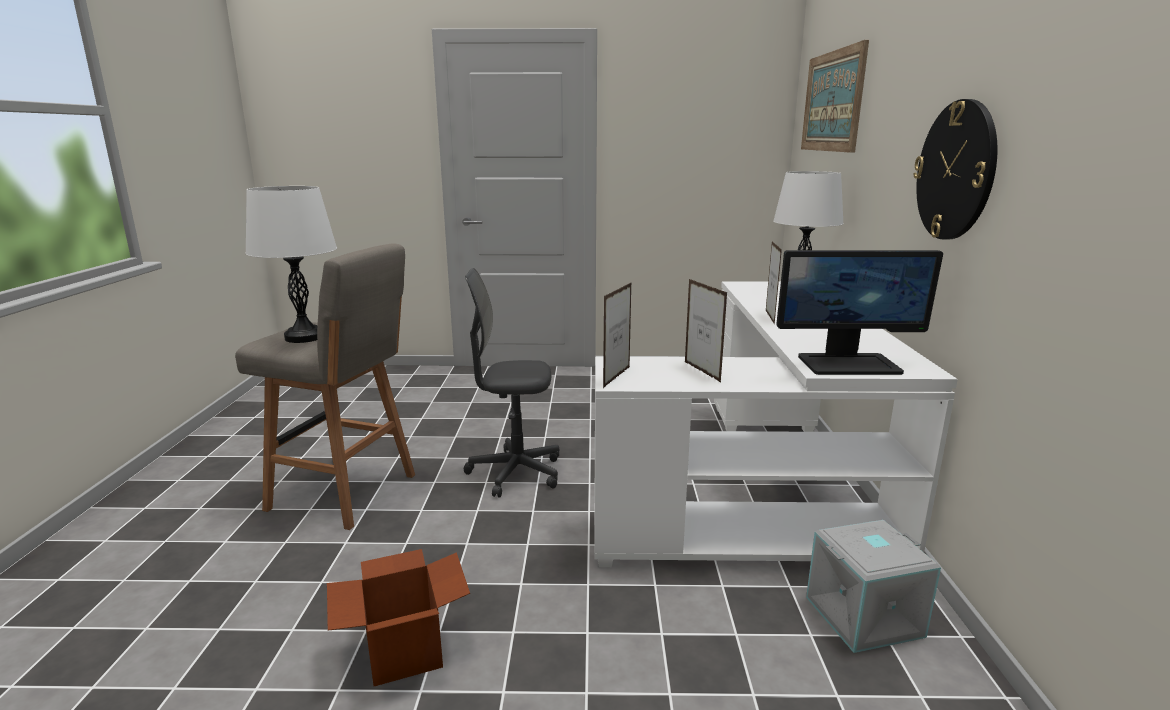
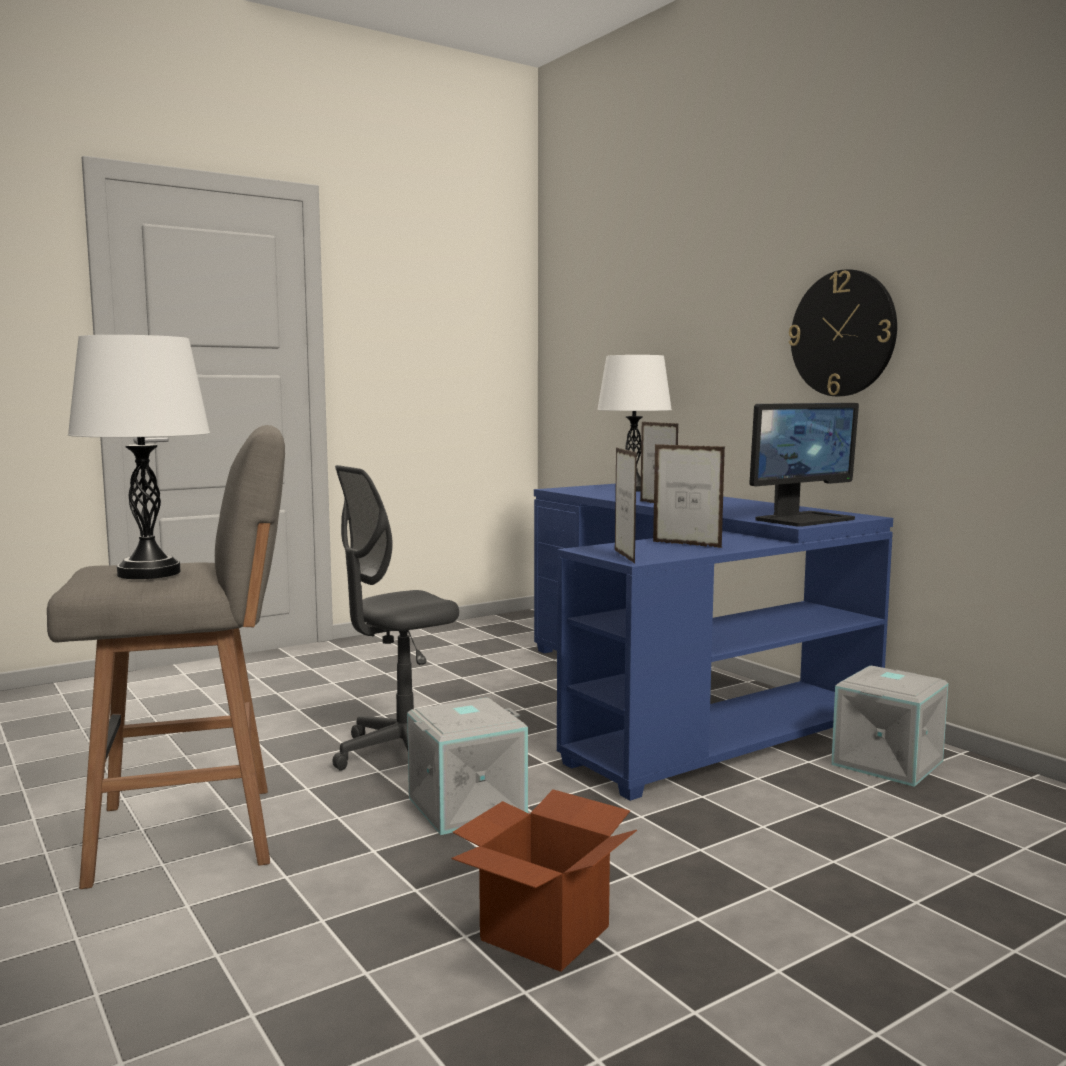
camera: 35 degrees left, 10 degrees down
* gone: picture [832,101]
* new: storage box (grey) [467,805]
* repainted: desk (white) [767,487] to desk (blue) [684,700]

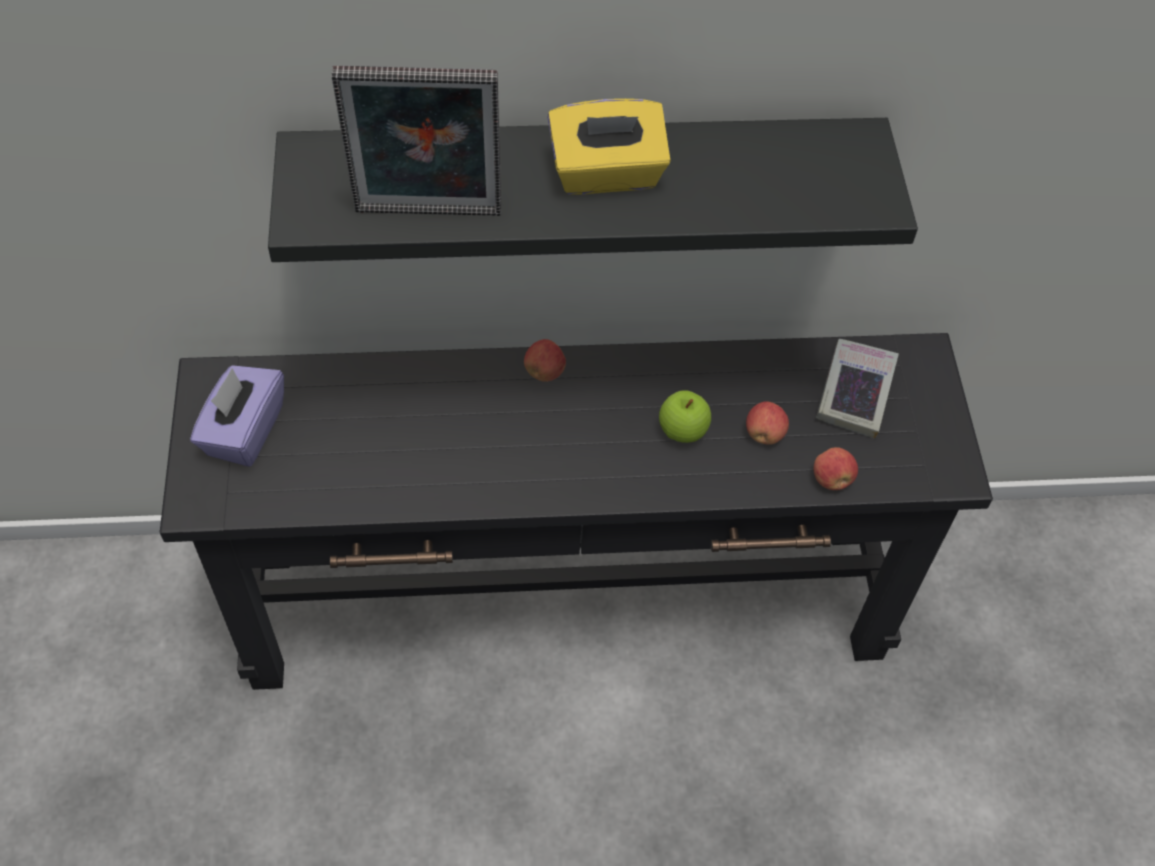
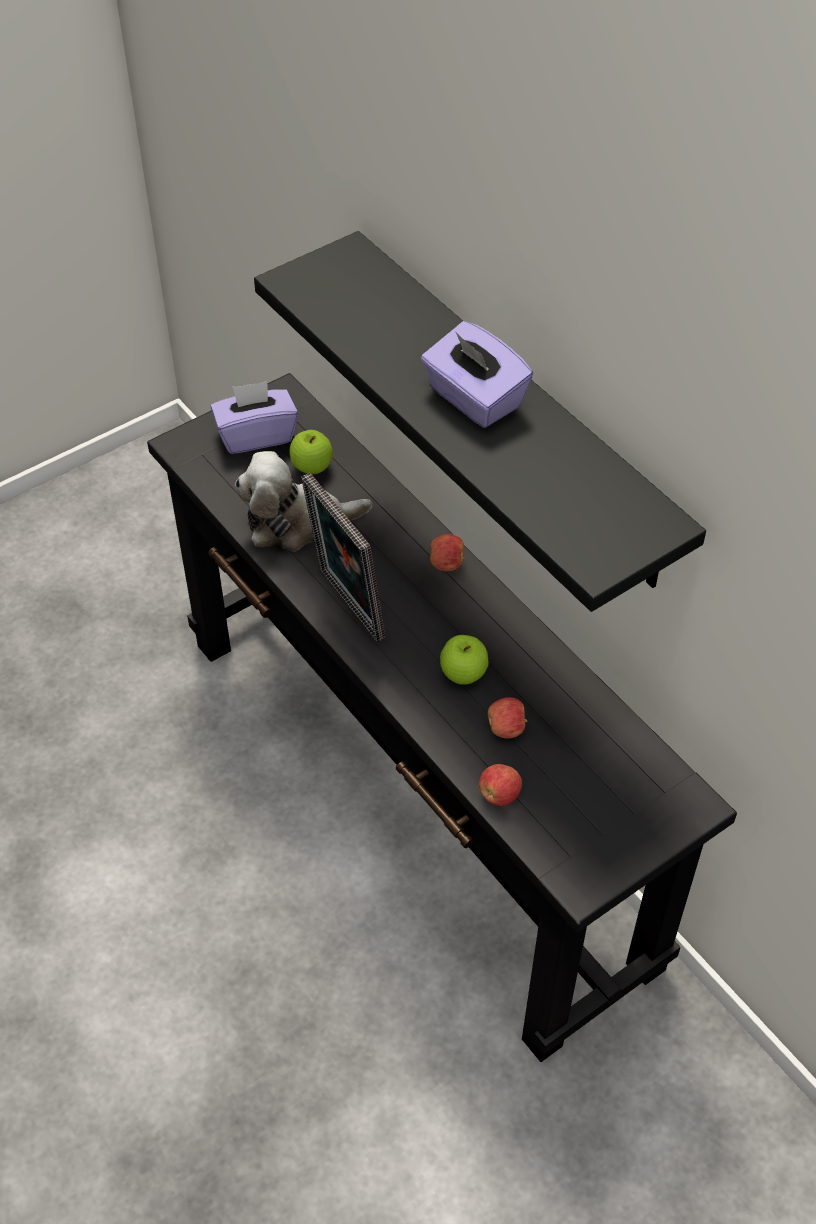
camera: 60 degrees right, 5 degrees down
* gone: book [855,392]
* new: plush toy [297,522]
* new: apple [312,467]
* shifted: picture frame [427,216] to [346,607]
* repainted: tissue box (yellow) [607,174] to tissue box (purple) [474,399]

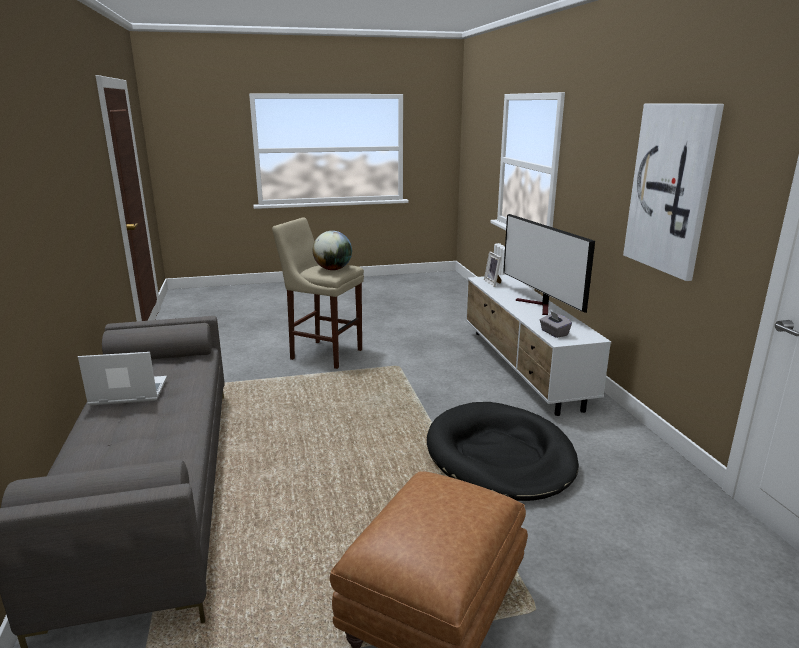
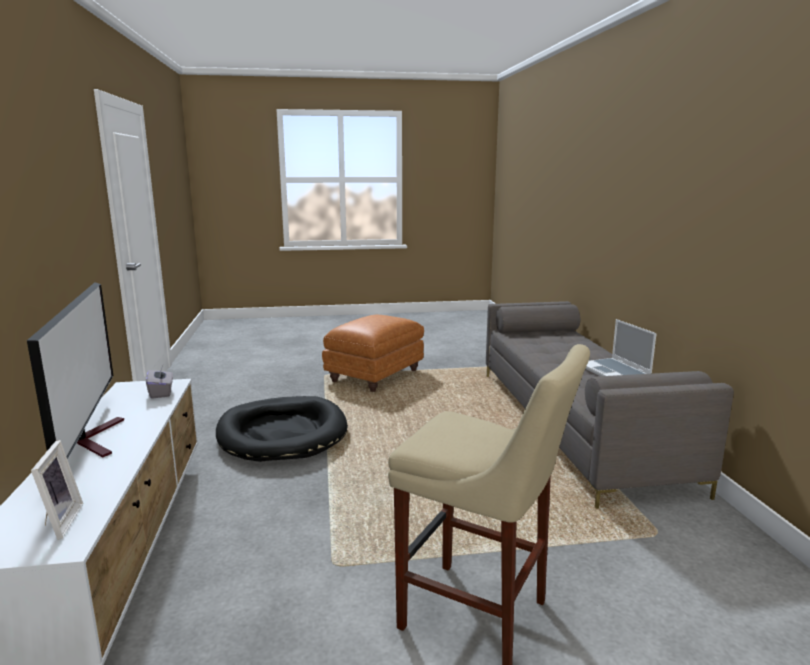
camera: 175 degrees left, 5 degrees down
* gone: globe [333,269]
* gone: picture [671,189]
* rotated: laptop [127,393] = [615,372] 75 degrees clockwise

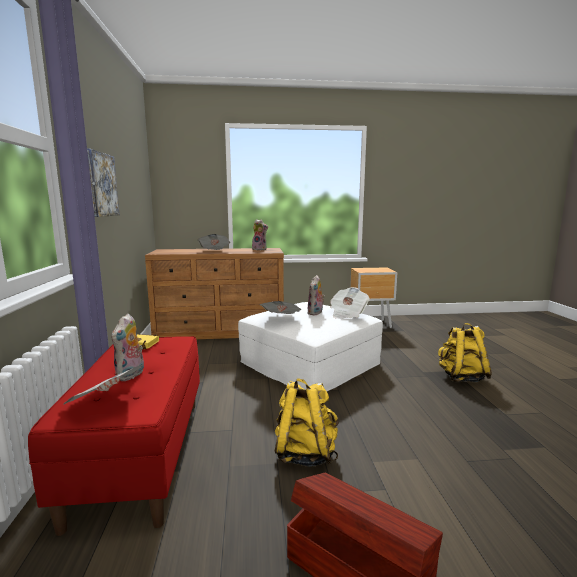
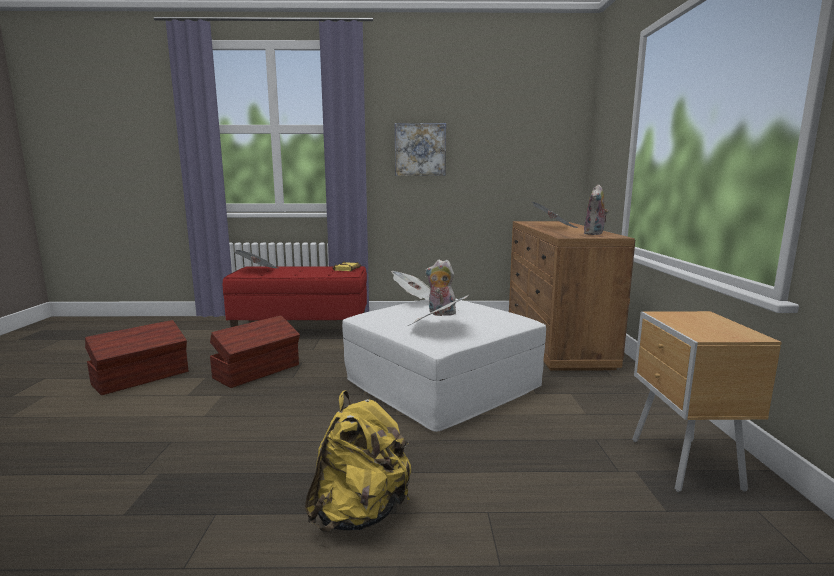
camera: 95 degrees right, 0 degrees up
* gone: plush toy [131,375]
* swapped: backpack (yellow) [305,454] to storage box (brown) [258,371]

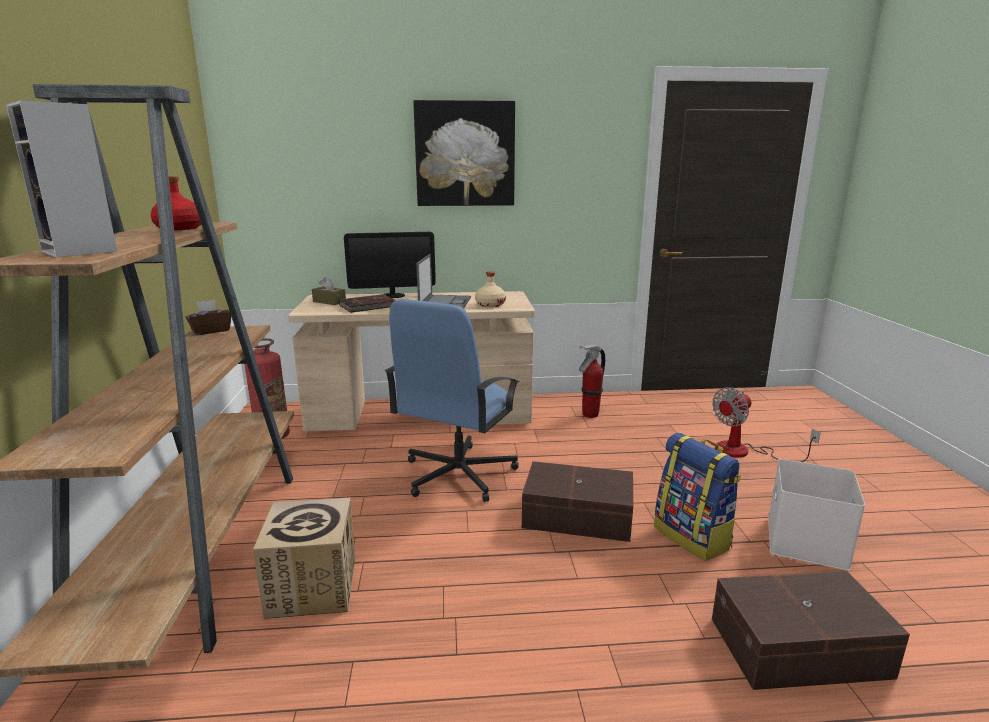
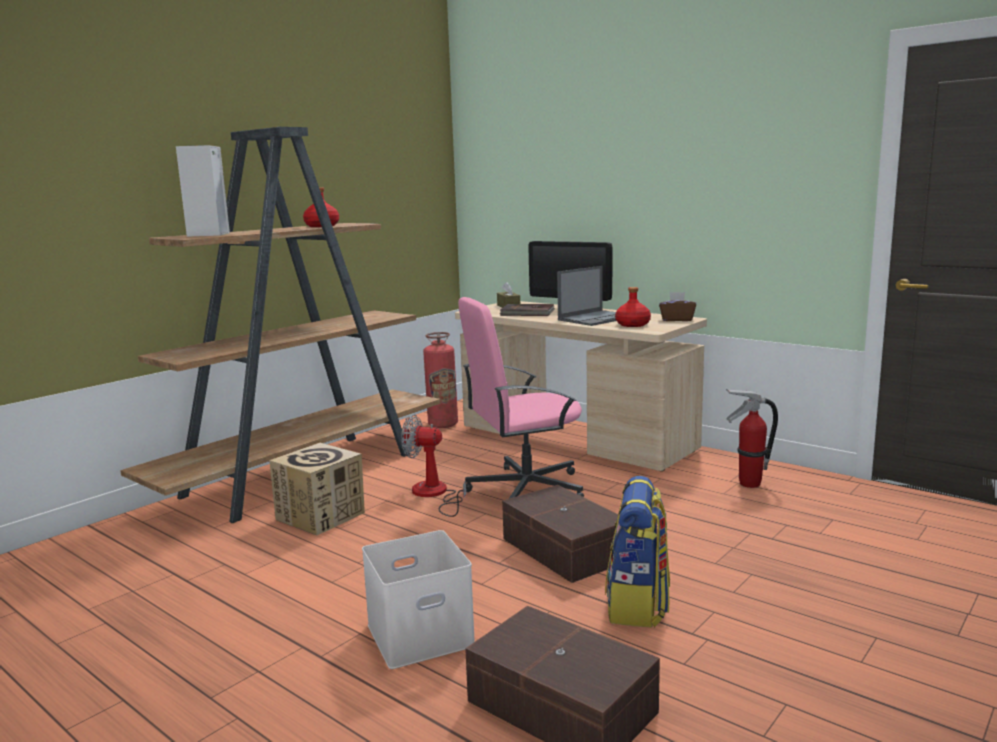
camera: 45 degrees right, 5 degrees down
* gone: picture [465,154]
* shifted: tissue box (brown) [211,331] to [676,319]
* shifted: fan [744,452] to [434,495]
* shifted: storage box (white) [808,543] to [418,636]
* repainted: office chair (blue) [457,474] to office chair (pink) [524,489]
* repainted: bottle (beige) [490,304] to bottle (red) [632,324]

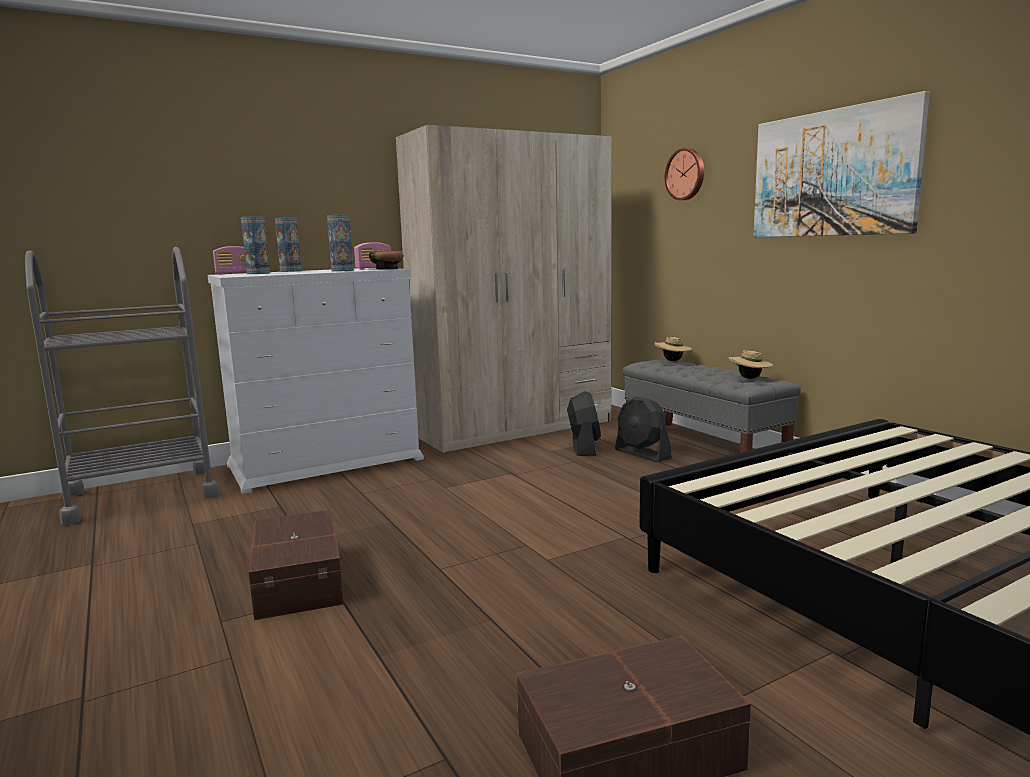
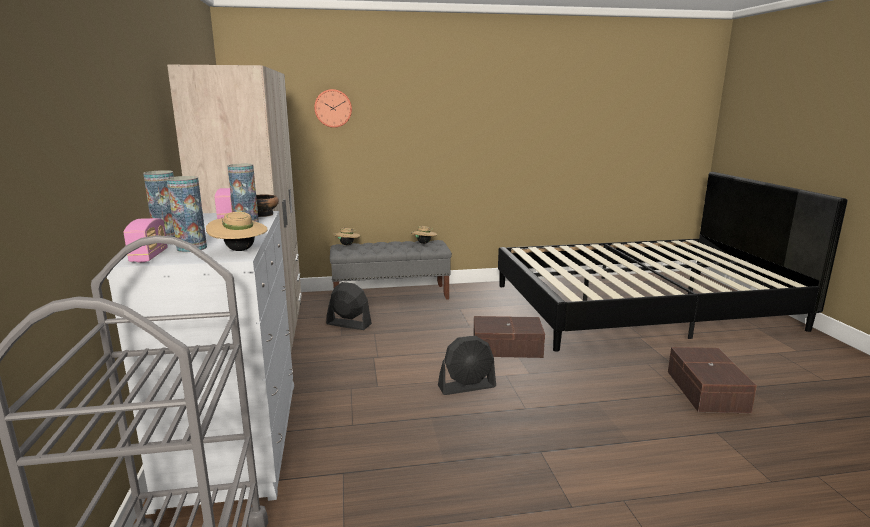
camera: 70 degrees left, 5 degrees up
* gone: picture [832,173]
* new: hat (beige) [239,250]
* shifted: storage box (brown) [301,580] to [506,347]
* shifted: fan (black) [642,454] to [467,386]

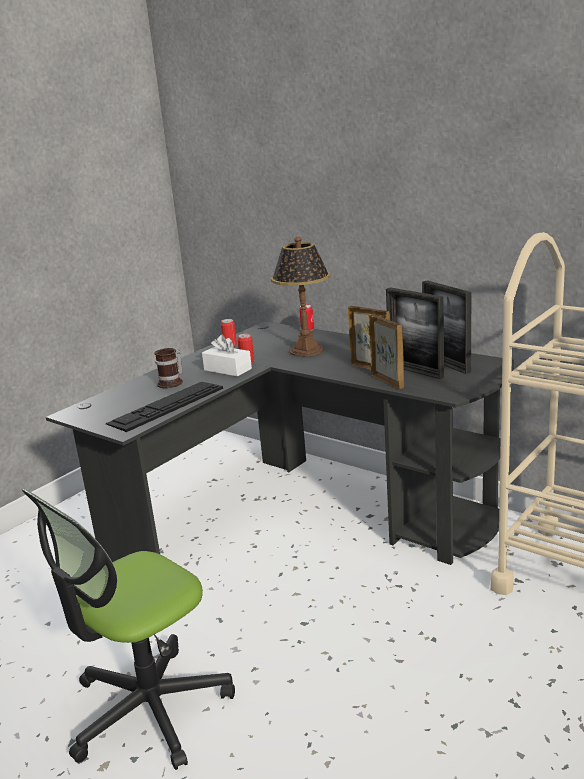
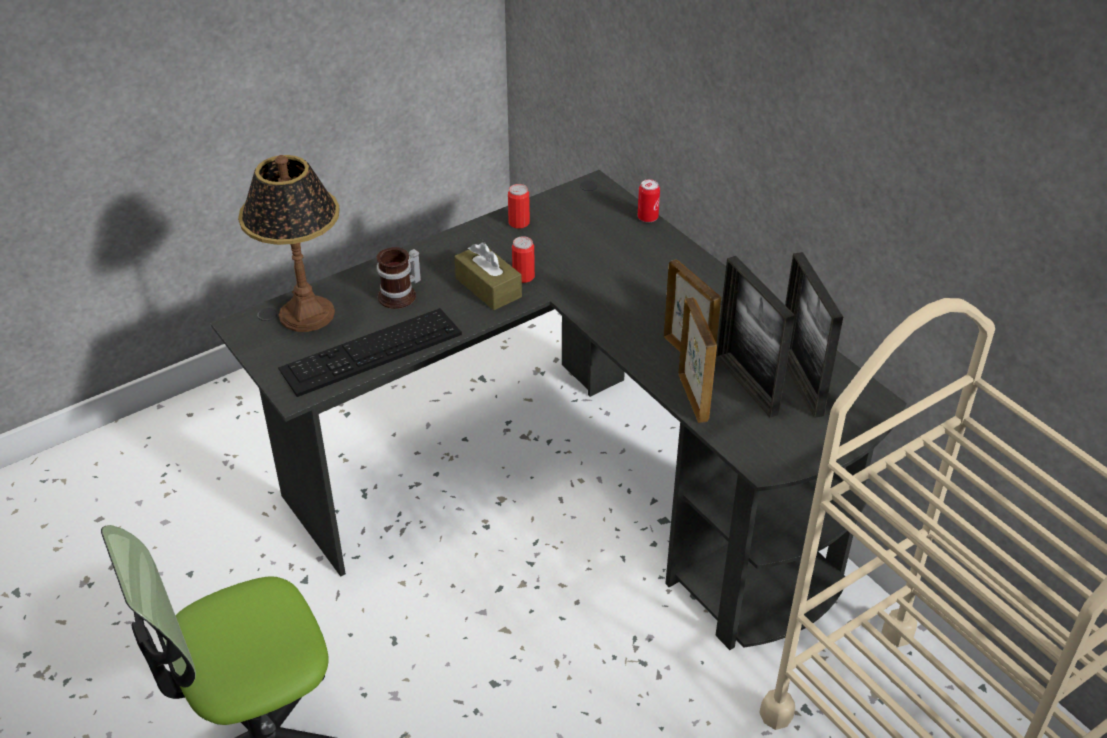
camera: 15 degrees right, 20 degrees up
* shifted: table lamp [306,350] to [306,314]
* repainted: tissue box (white) [227,369] to tissue box (brown) [488,287]

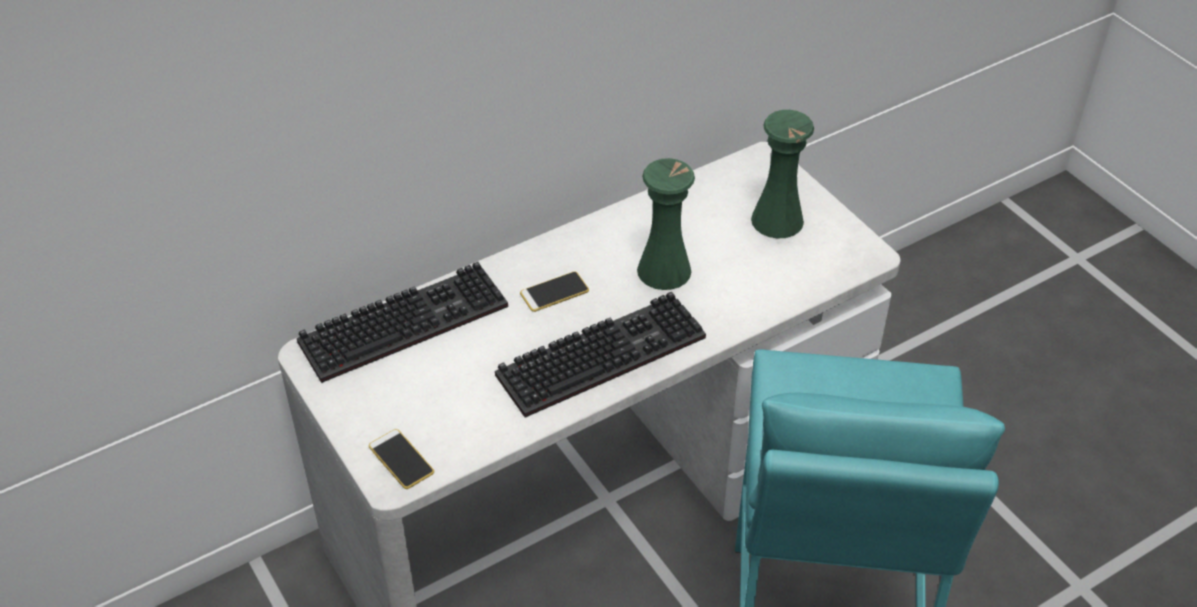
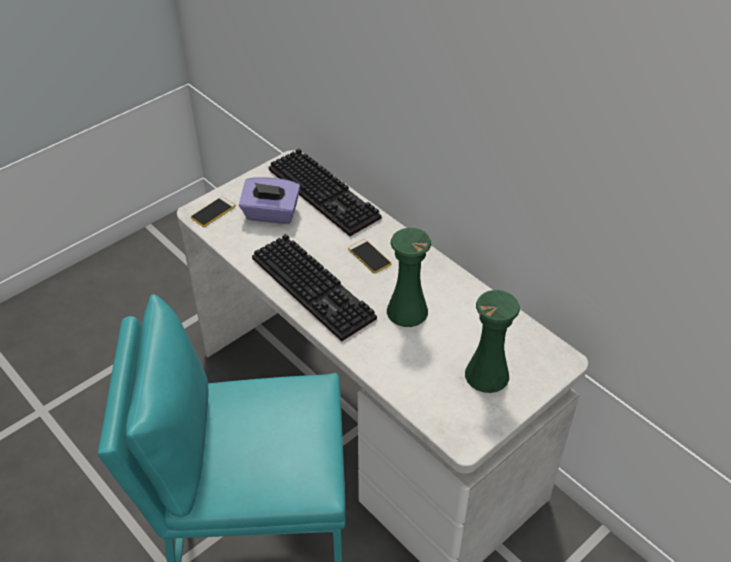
camera: 80 degrees right, 0 degrees up
* new: tissue box (purple) [271,214]

